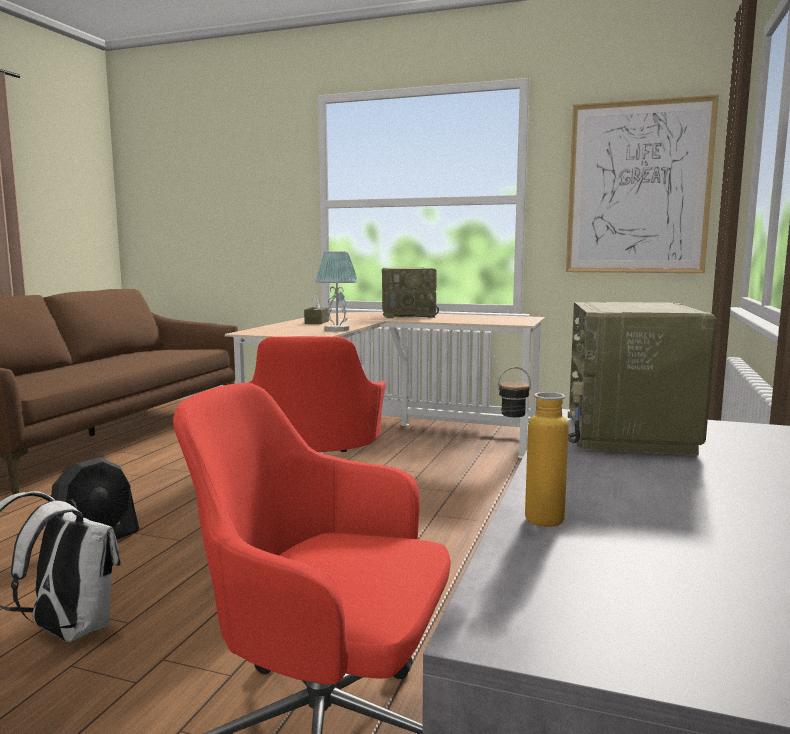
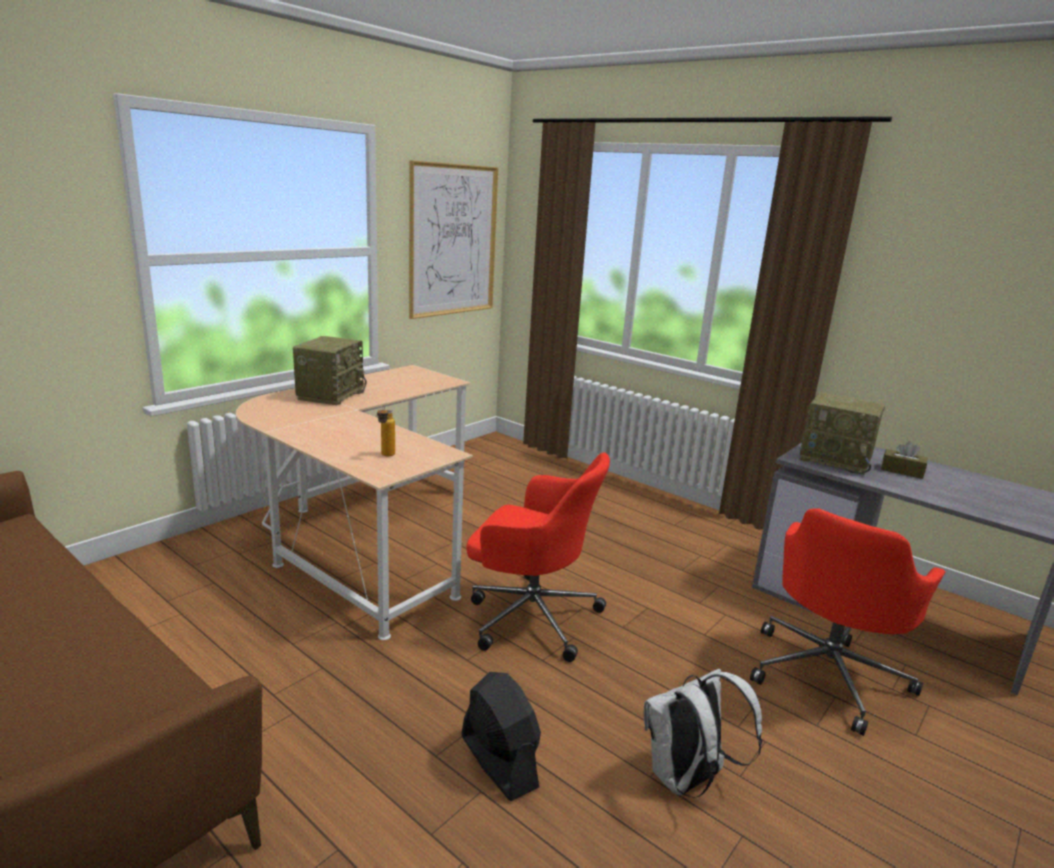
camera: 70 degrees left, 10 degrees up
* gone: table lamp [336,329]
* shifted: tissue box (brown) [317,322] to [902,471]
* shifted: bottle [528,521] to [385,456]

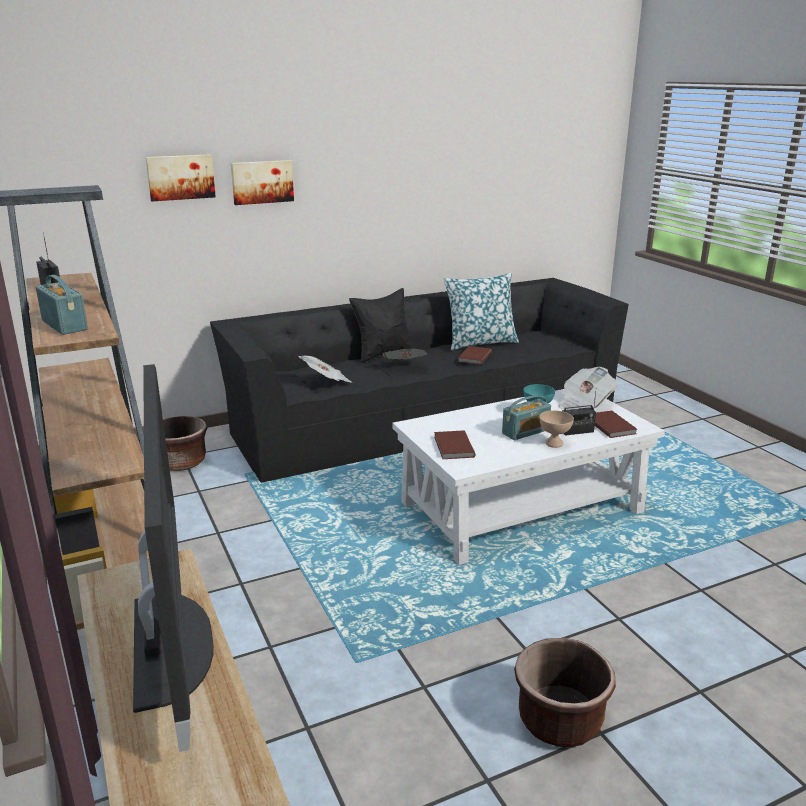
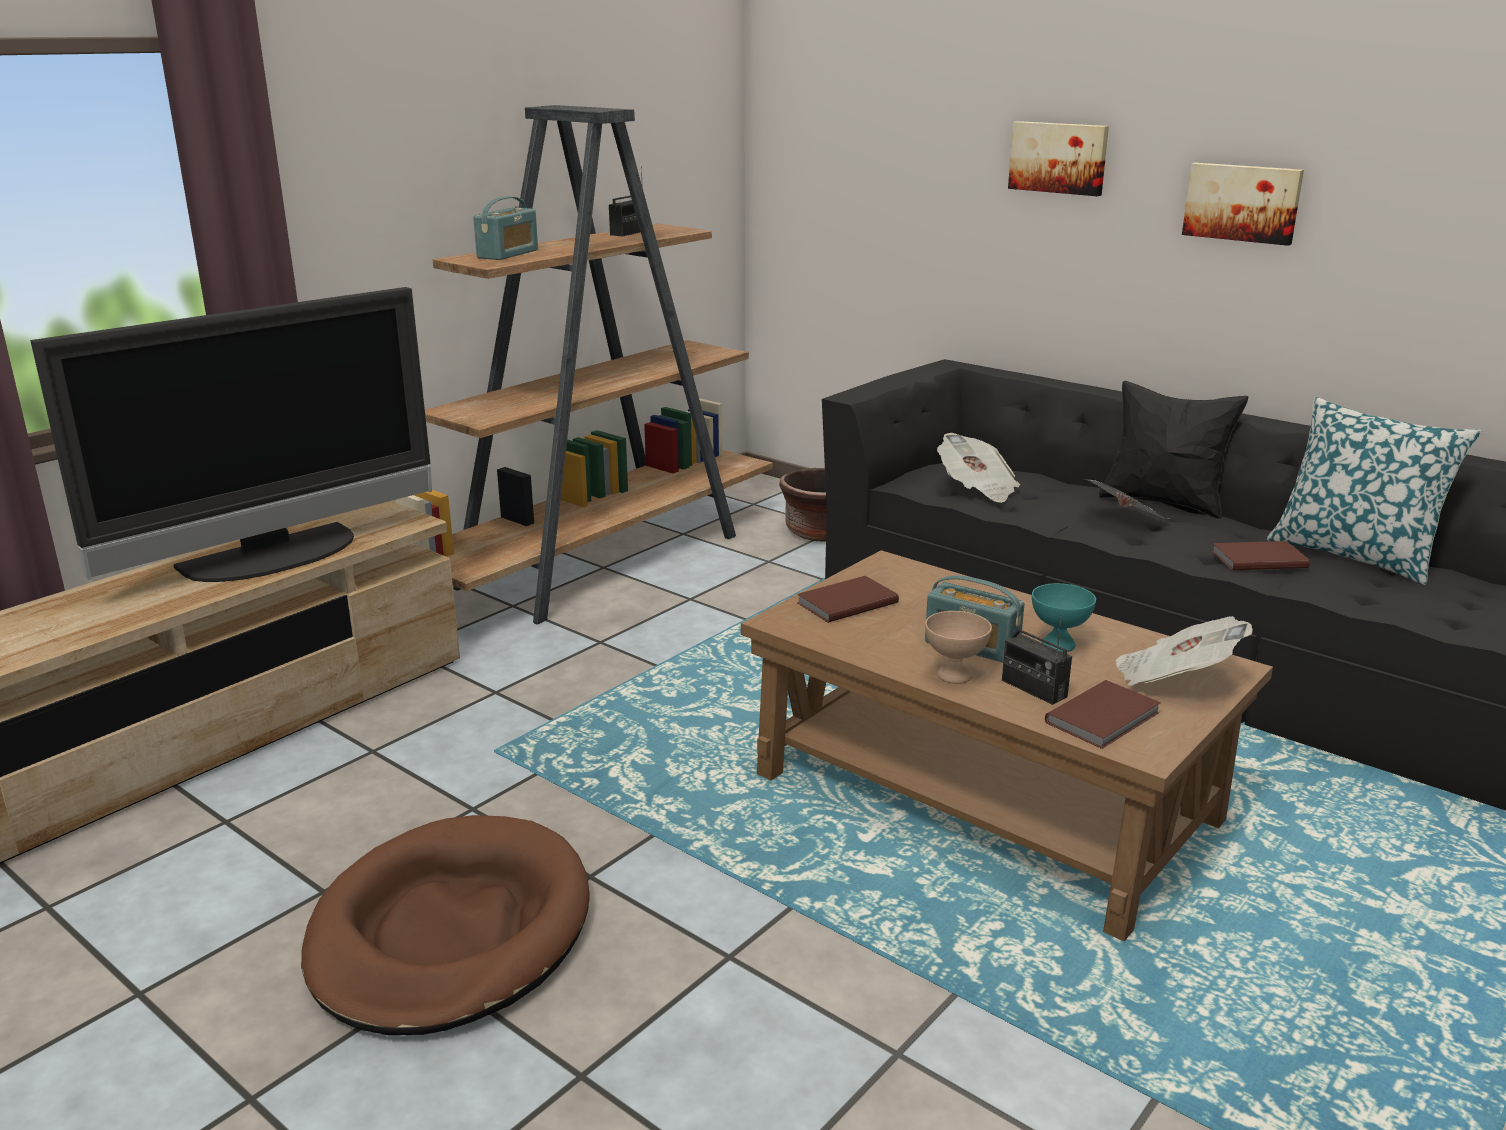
camera: 65 degrees right, 0 degrees up
* shifted: picture [180,177] to [1242,202]
* swapped: planter (brown) [560,721] to dog bed (brown) [450,932]
* repainted: coffee table (white) [521,507] to coffee table (brown) [986,798]

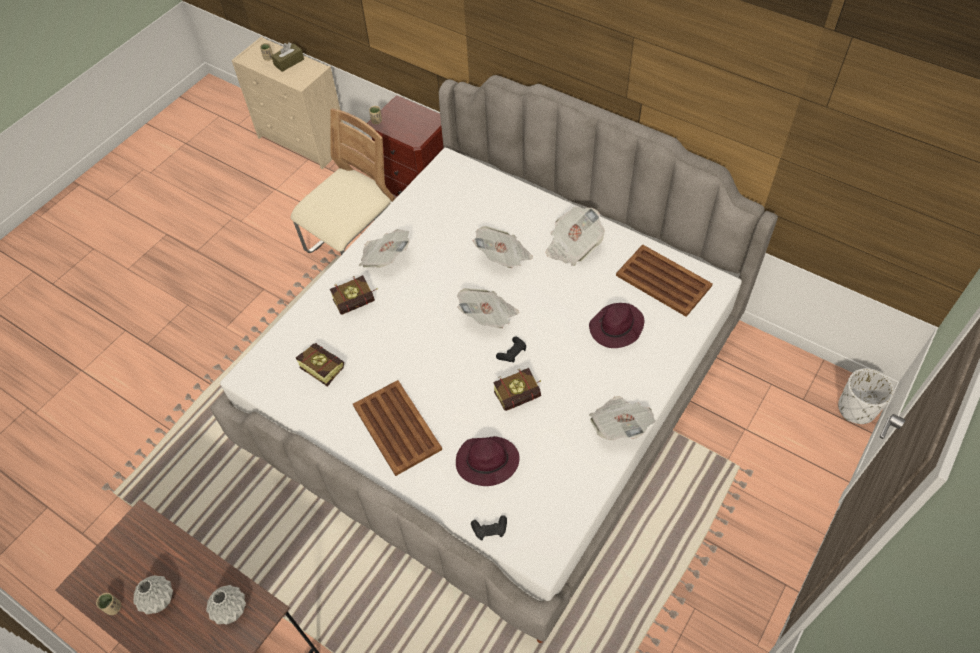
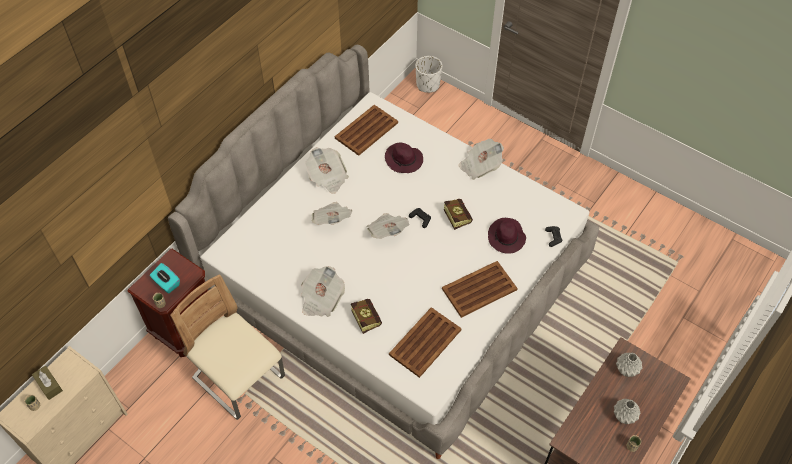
camera: 90 degrees left, 0 degrees up
* new: tissue box (turquoise) [166,283]
* swapped: book [319,368] to tray (brown) [426,342]

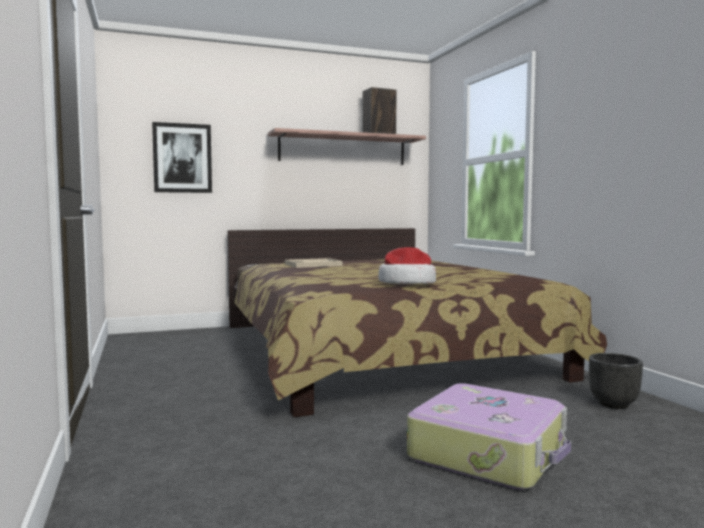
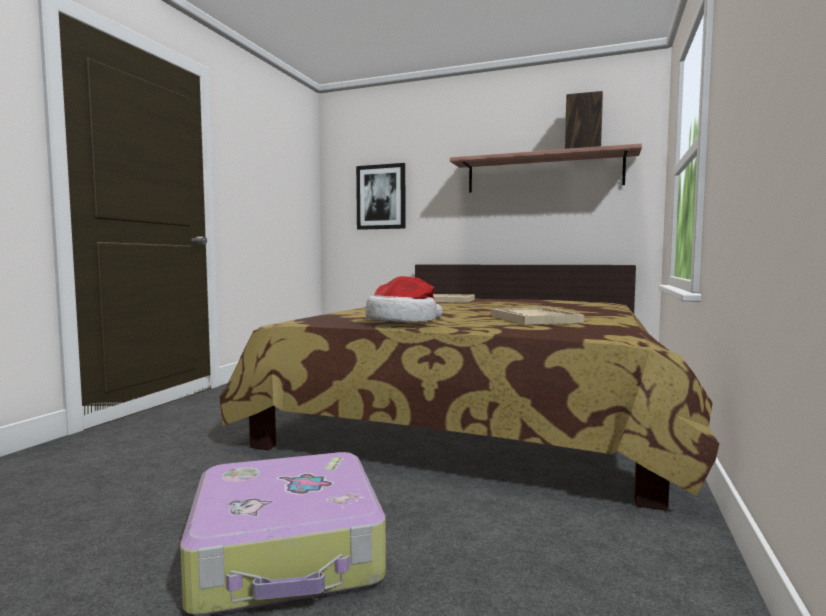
camera: 40 degrees right, 0 degrees up
* gone: planter (black) [614,404]
* new: tray (beige) [534,319]

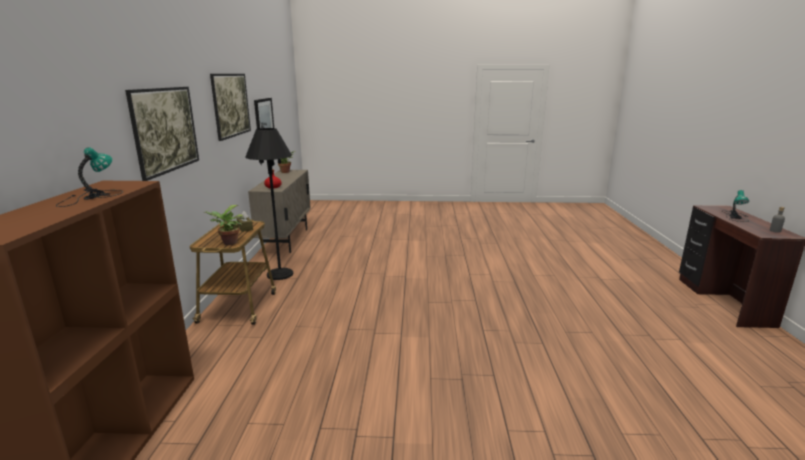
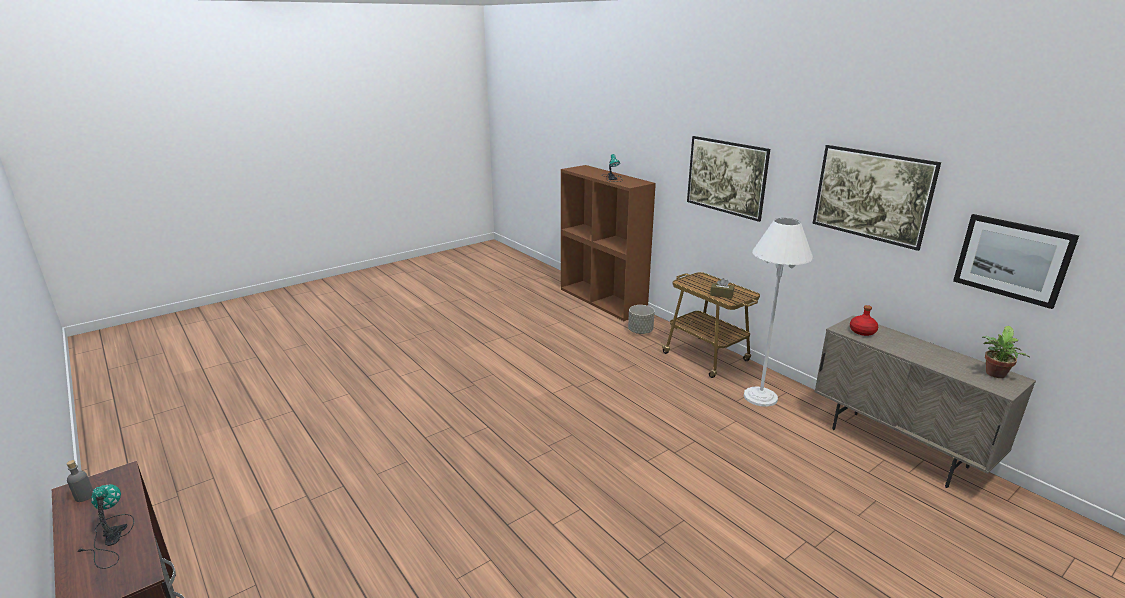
camera: 140 degrees right, 5 degrees up
* gone: potted plant [228,243]
* new: planter (grey) [640,331]
* repainted: floor lamp (black) [280,274] to floor lamp (white) [760,397]

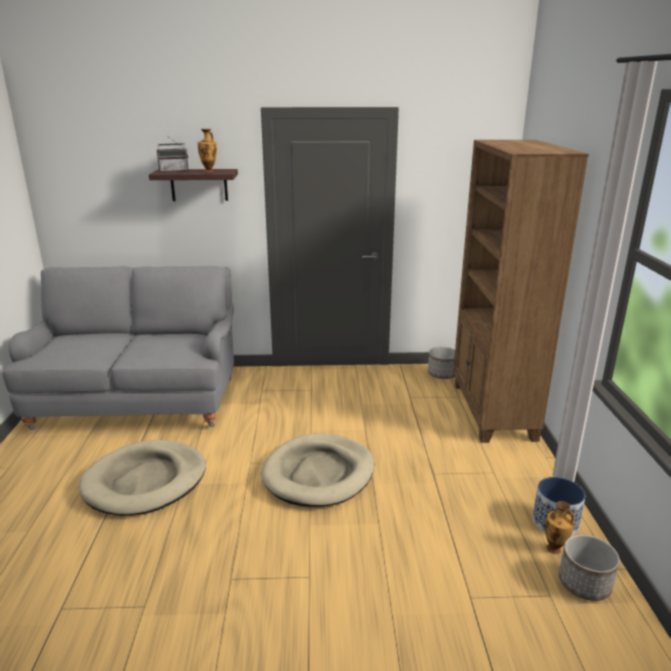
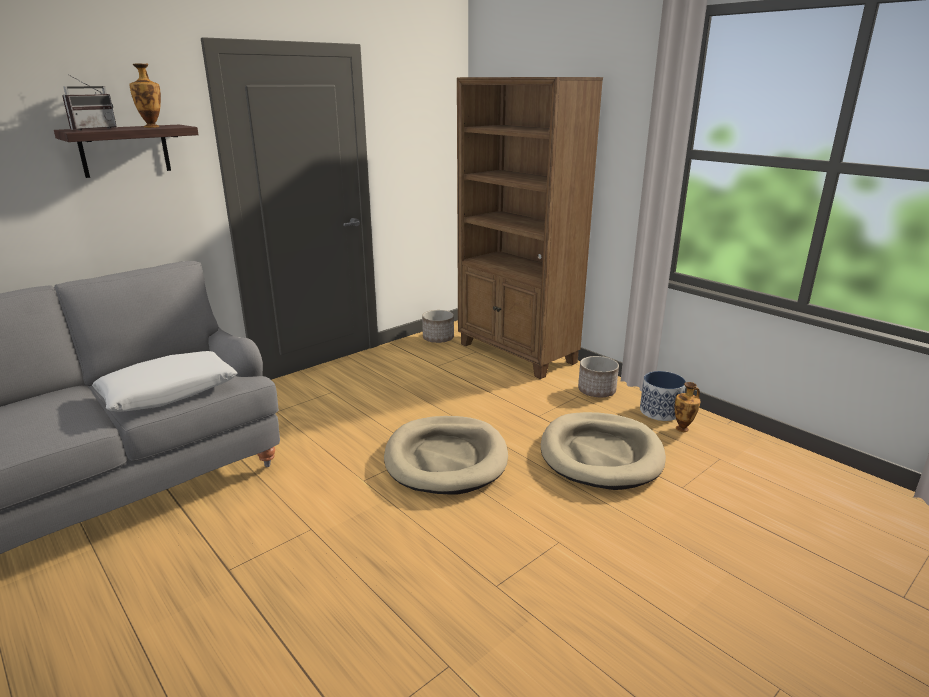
camera: 40 degrees left, 0 degrees up
* new: pillow (white) [169,393]
* shifted: dog bed (beige) [145,481] to [601,454]
* shifted: planter [584,584] to [597,391]

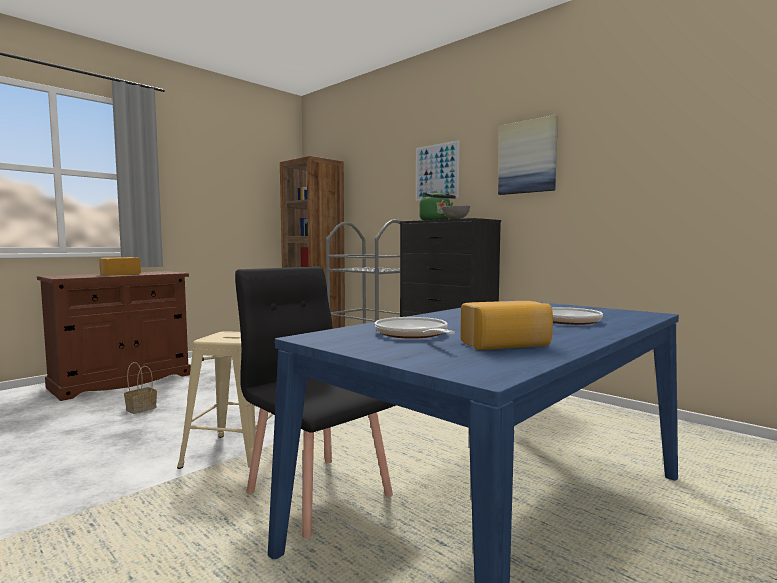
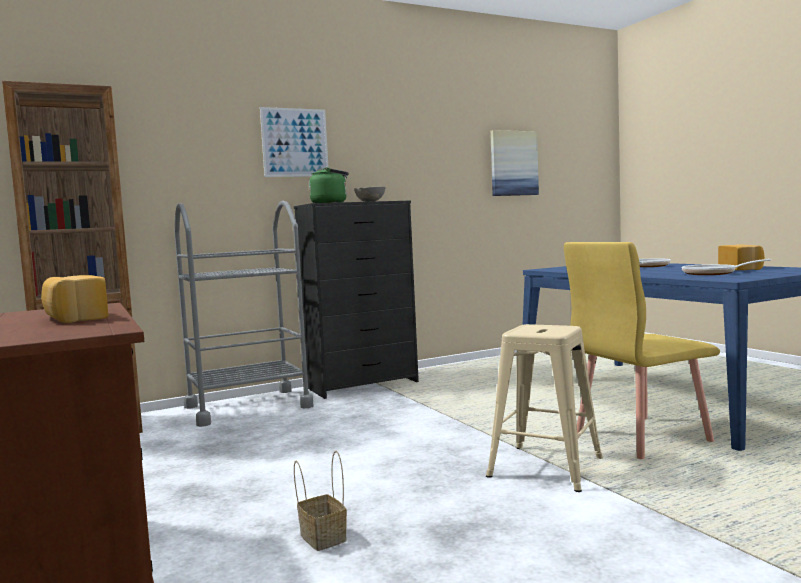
camera: 70 degrees left, 0 degrees up
* shifted: picture [527,157] to [513,163]
* repainted: chair (black) [319,493] to chair (yellow) [640,437]

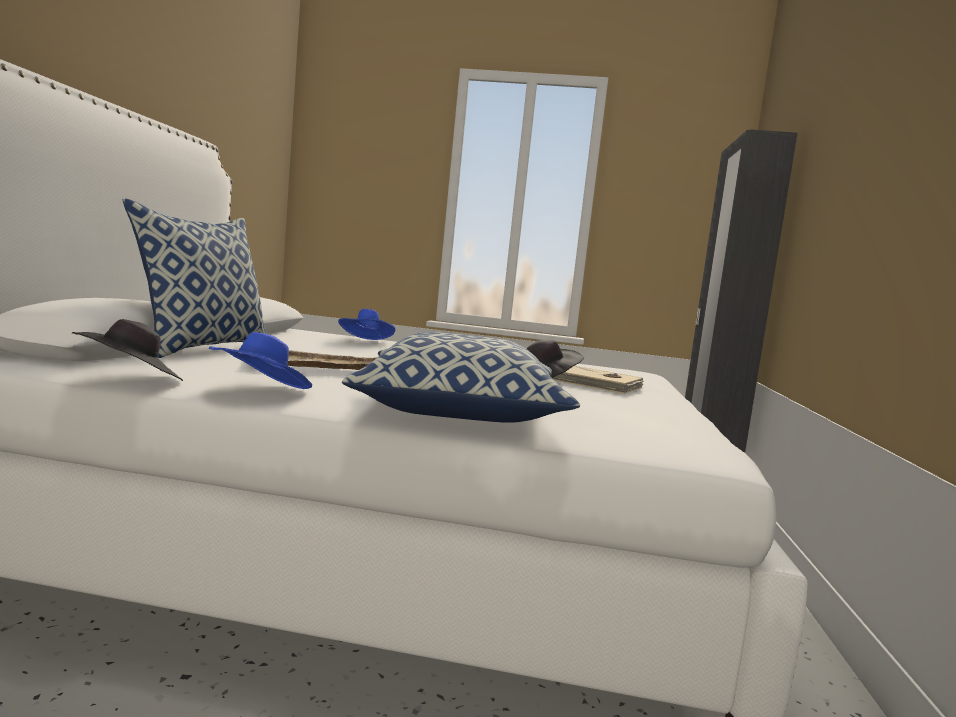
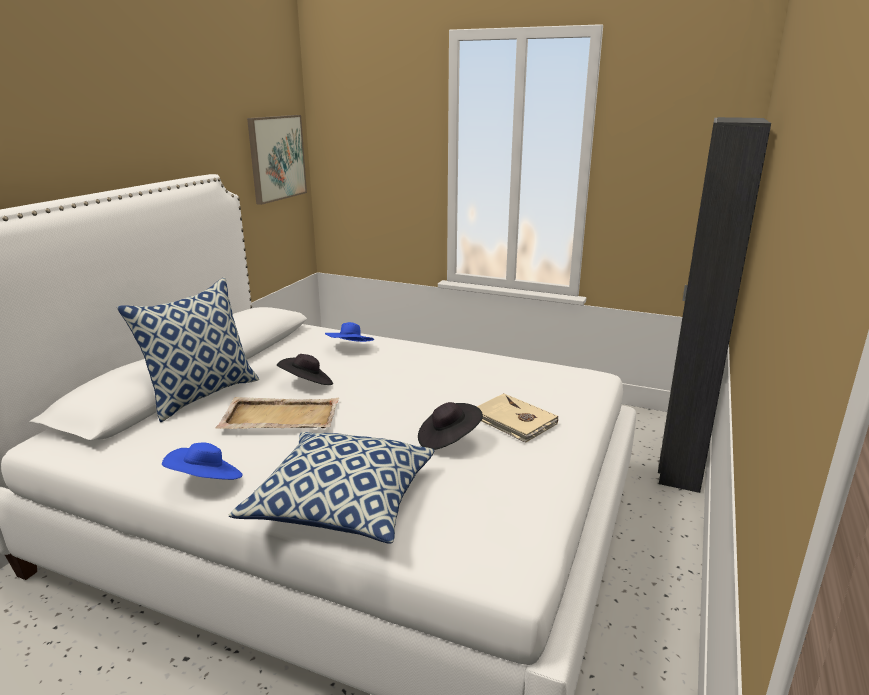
camera: 15 degrees right, 15 degrees up
* new: picture [276,158]
* shifted: hat (black) [131,380] to [307,384]

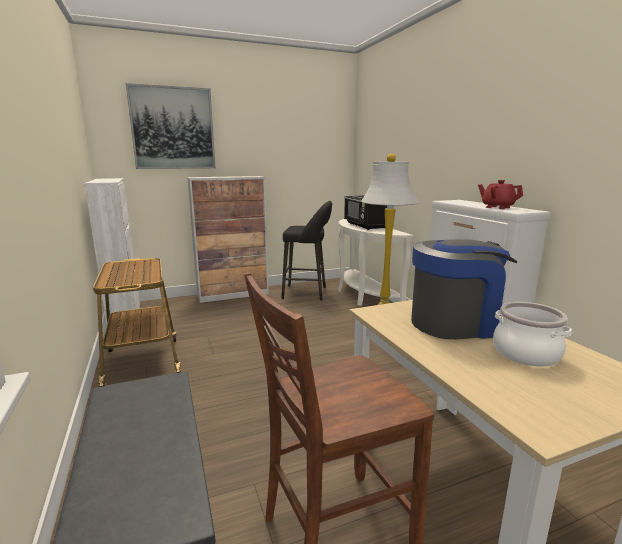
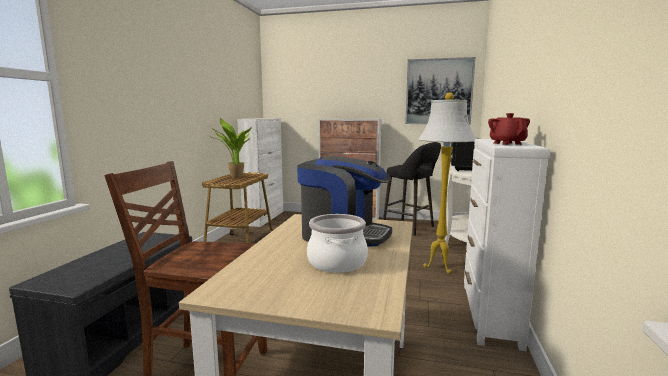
camera: 35 degrees right, 5 degrees down
* new: potted plant [234,177]
* shifted: picture [173,128] to [439,91]

